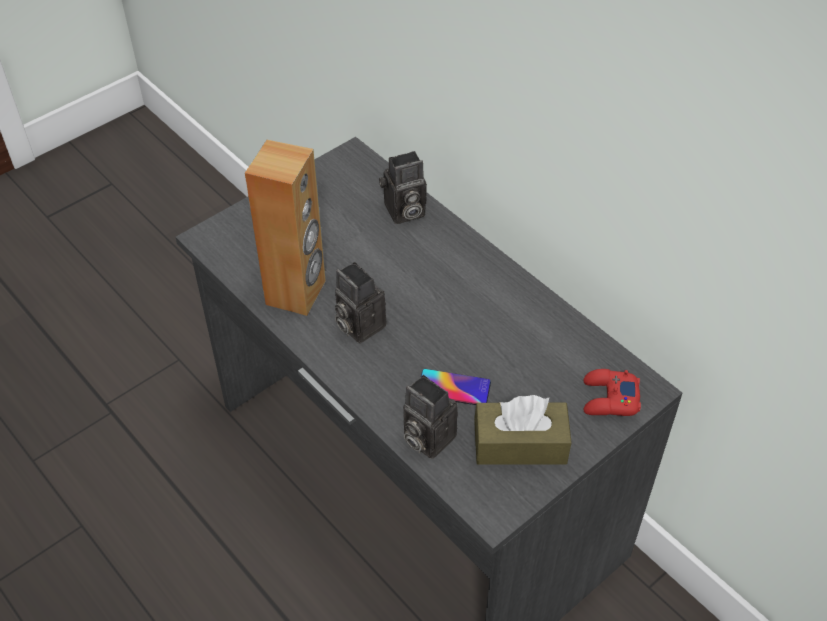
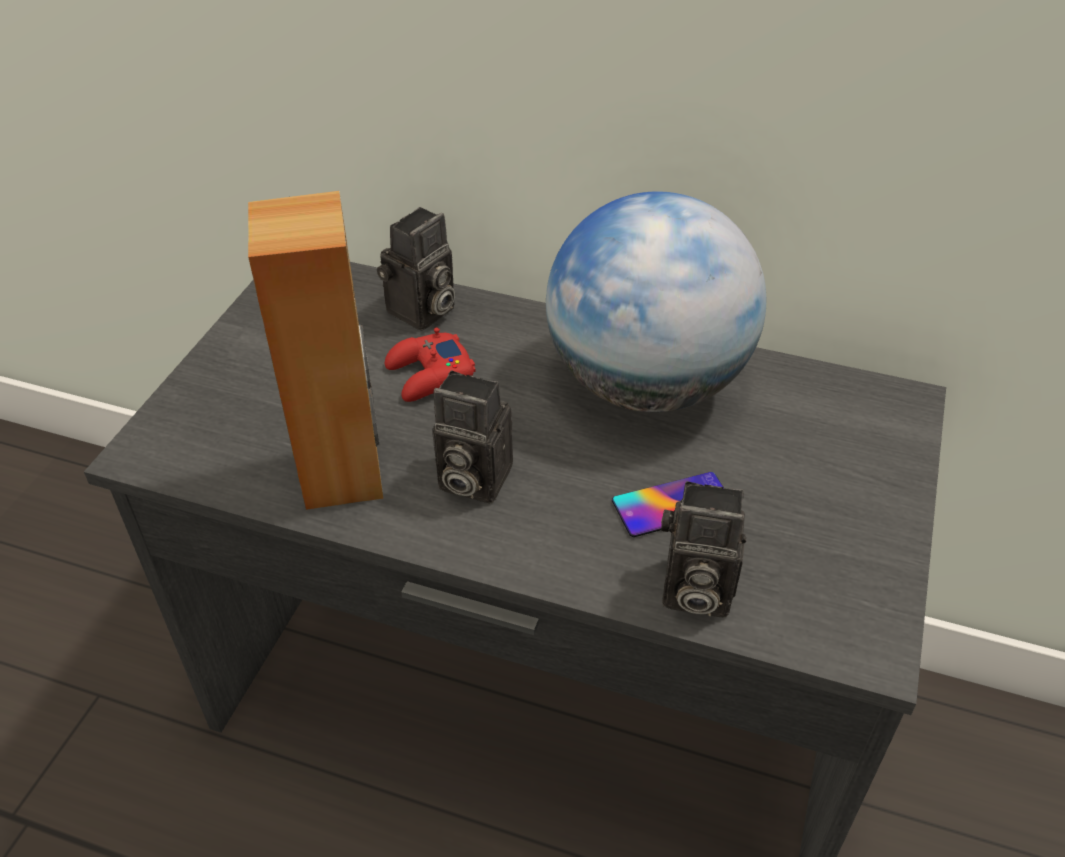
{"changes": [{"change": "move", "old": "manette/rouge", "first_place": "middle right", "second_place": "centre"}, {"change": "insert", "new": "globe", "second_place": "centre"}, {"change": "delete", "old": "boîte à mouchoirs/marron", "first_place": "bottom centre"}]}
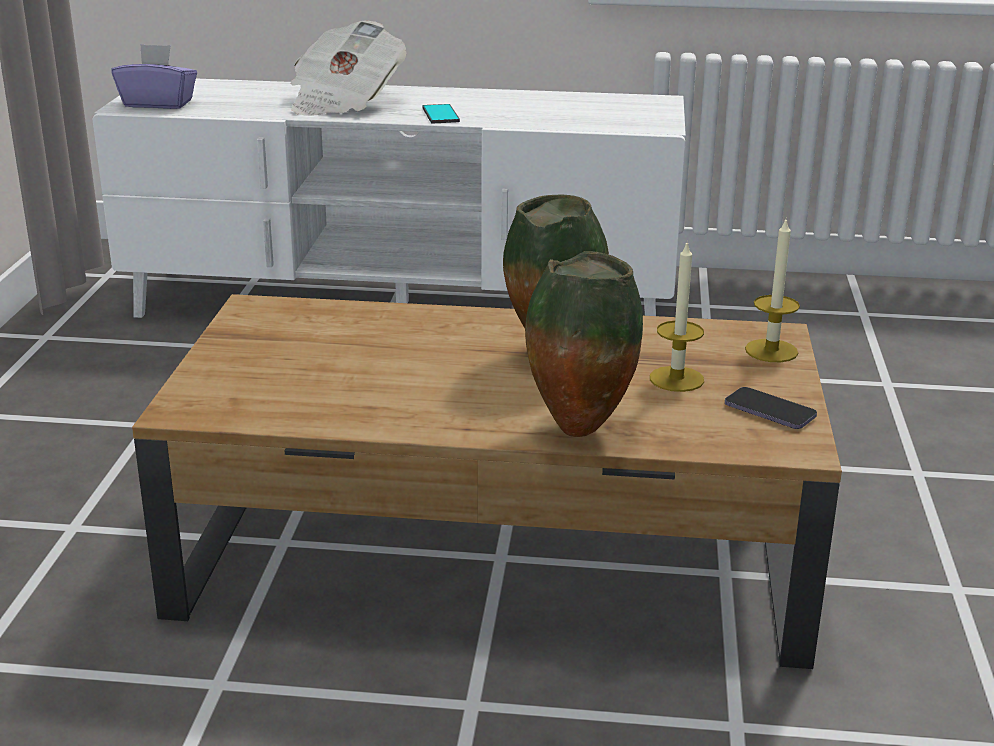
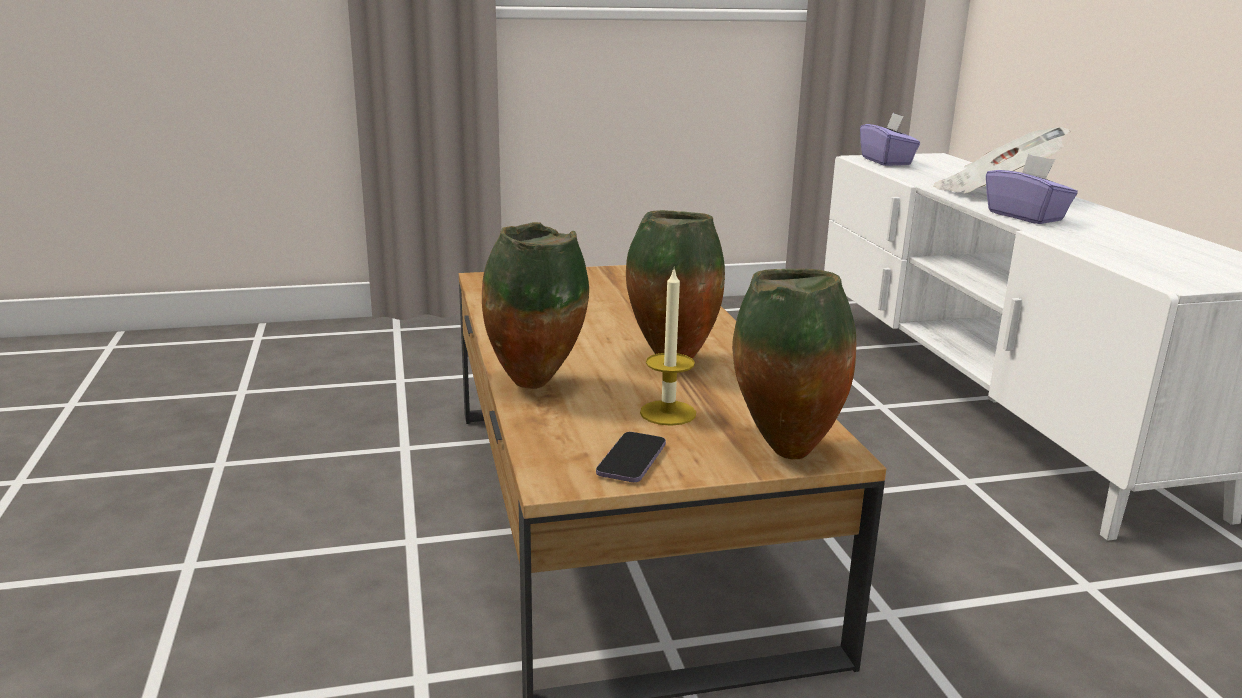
{"changes": [{"change": "replace", "old": "bougie (2nd from left)", "new": "vase (3rd from left)", "first_place": "middle right", "second_place": "centre"}, {"change": "replace", "old": "téléphone (1st from left)", "new": "boîte à mouchoirs/violet (2nd from left)", "first_place": "top centre", "second_place": "top right"}]}
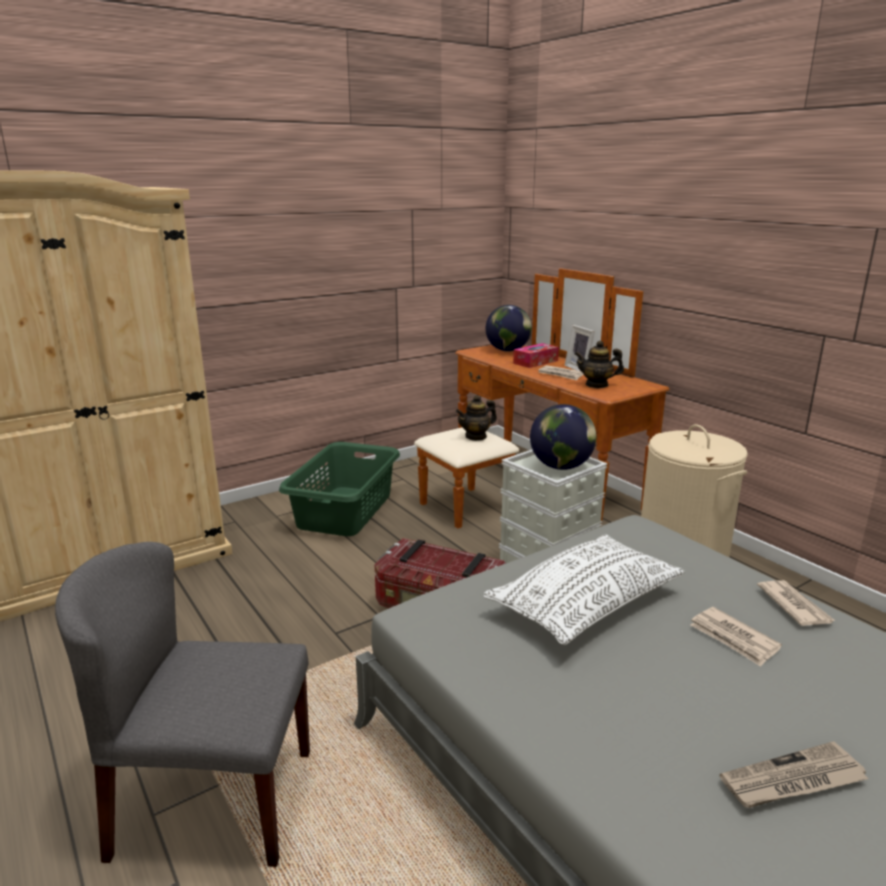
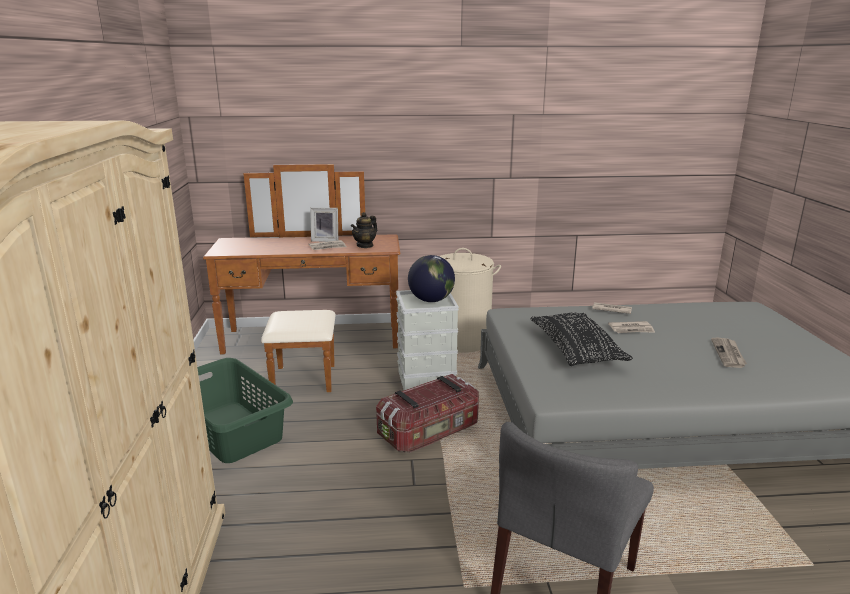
{"changes": [{"change": "recolor", "old": "coussin/blanc", "new": "coussin/noir", "first_place": "centre", "second_place": "middle right"}, {"change": "delete", "old": "théière (1st from left)", "first_place": "centre"}, {"change": "delete", "old": "globe (1st from left)", "first_place": "centre"}, {"change": "delete", "old": "boîte à mouchoirs", "first_place": "centre"}]}
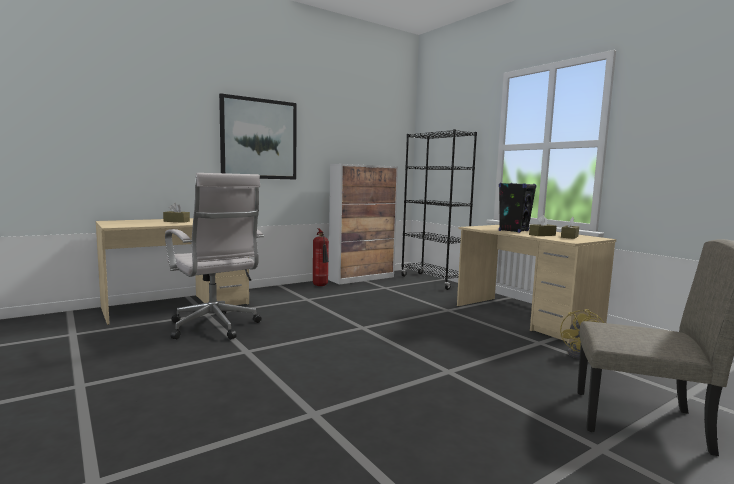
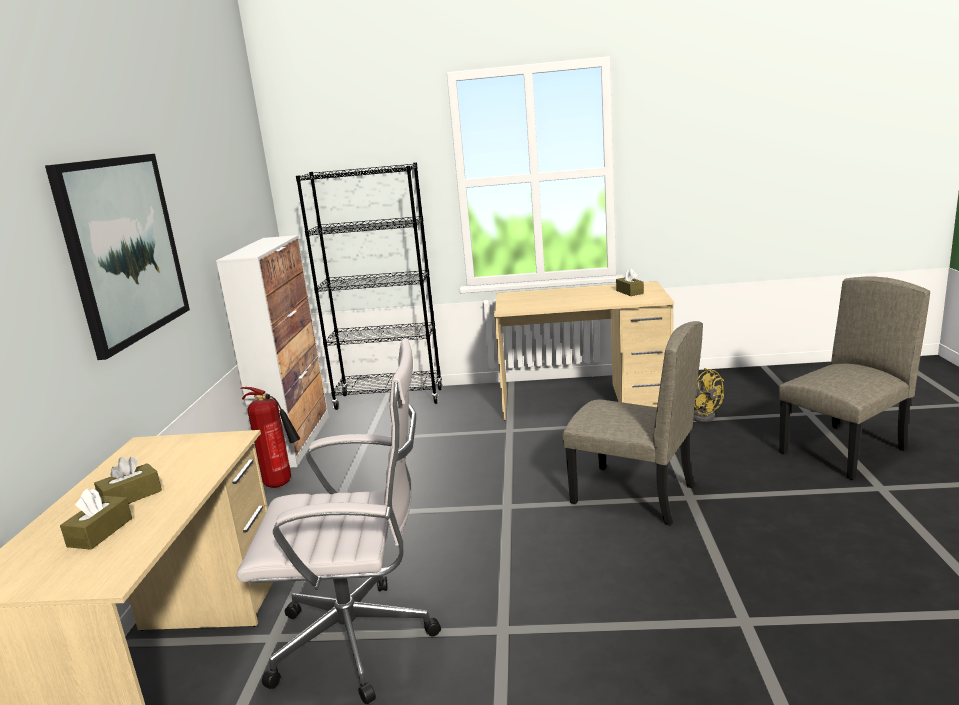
{"changes": [{"change": "move", "old": "boîte à mouchoirs/marron (2nd from left in the first image)", "new": "boîte à mouchoirs/marron (1st from left)", "first_place": "middle right", "second_place": "bottom left"}, {"change": "insert", "new": "chaise/beige (1st from left)", "second_place": "centre"}, {"change": "delete", "old": "enceinte/noir", "first_place": "middle right"}]}
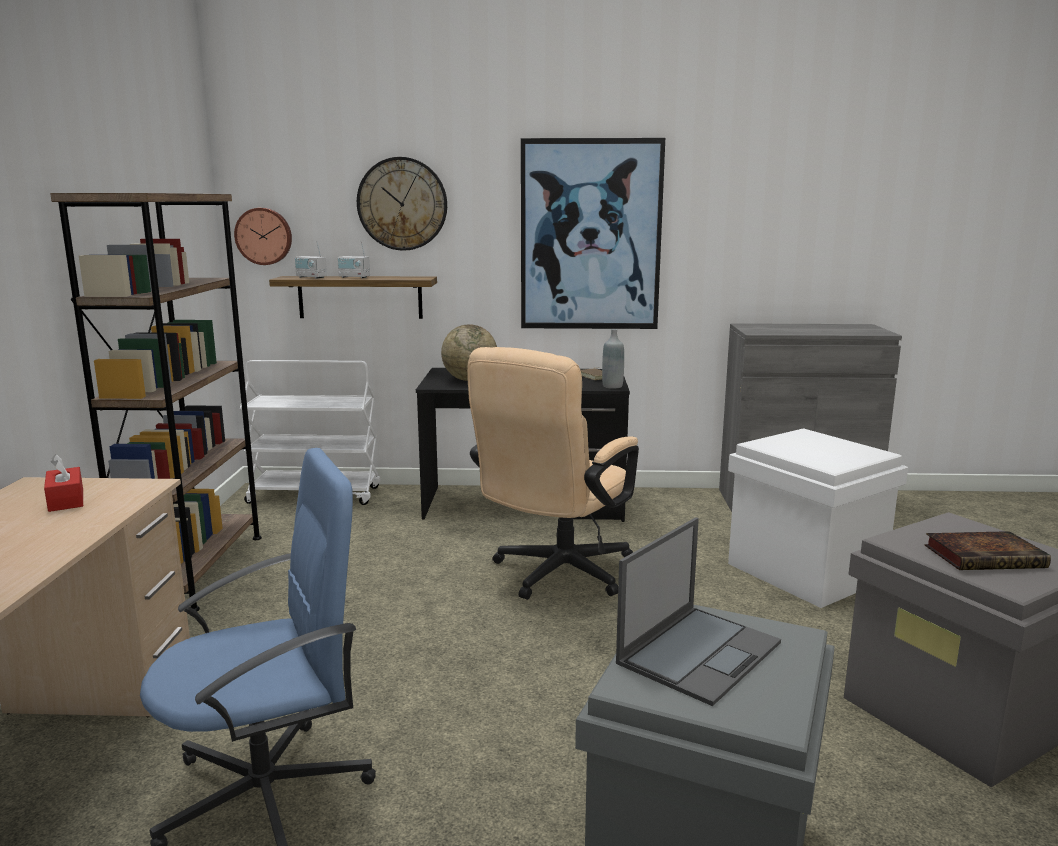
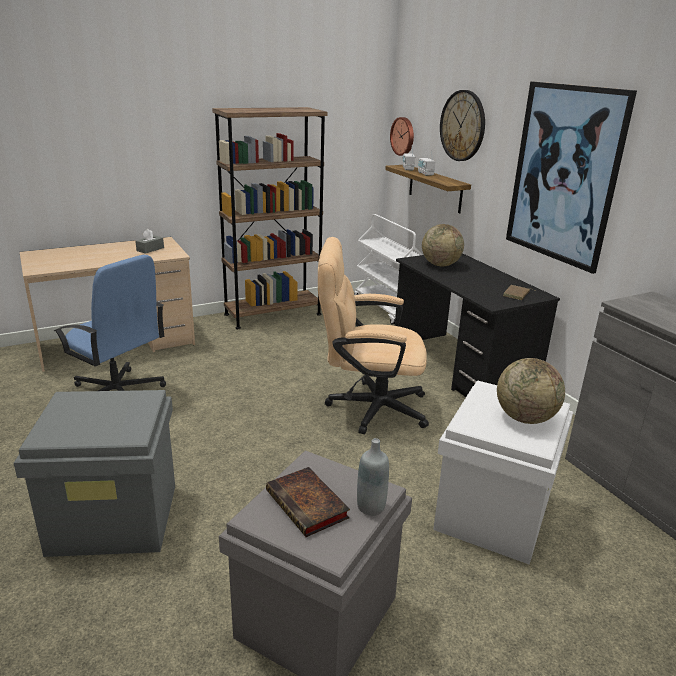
{"changes": [{"change": "recolor", "old": "boîte à mouchoirs/rouge", "new": "boîte à mouchoirs/gris", "first_place": "middle left", "second_place": "middle left"}, {"change": "move", "old": "bouteille/gris", "first_place": "centre", "second_place": "bottom centre"}, {"change": "insert", "new": "globe (2nd from left)", "second_place": "middle right"}, {"change": "delete", "old": "ordinateur portable", "first_place": "bottom centre"}]}
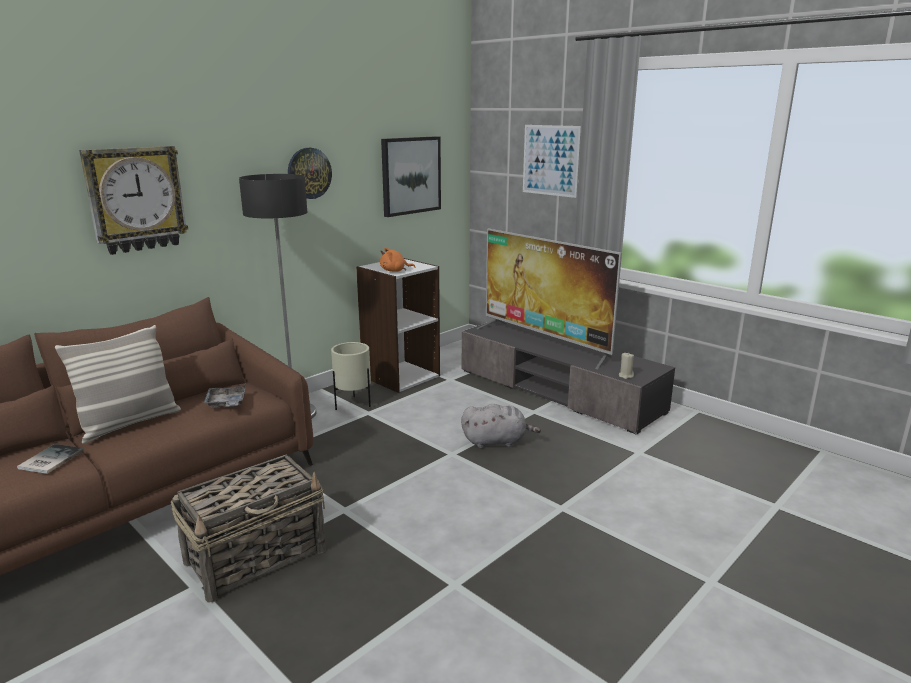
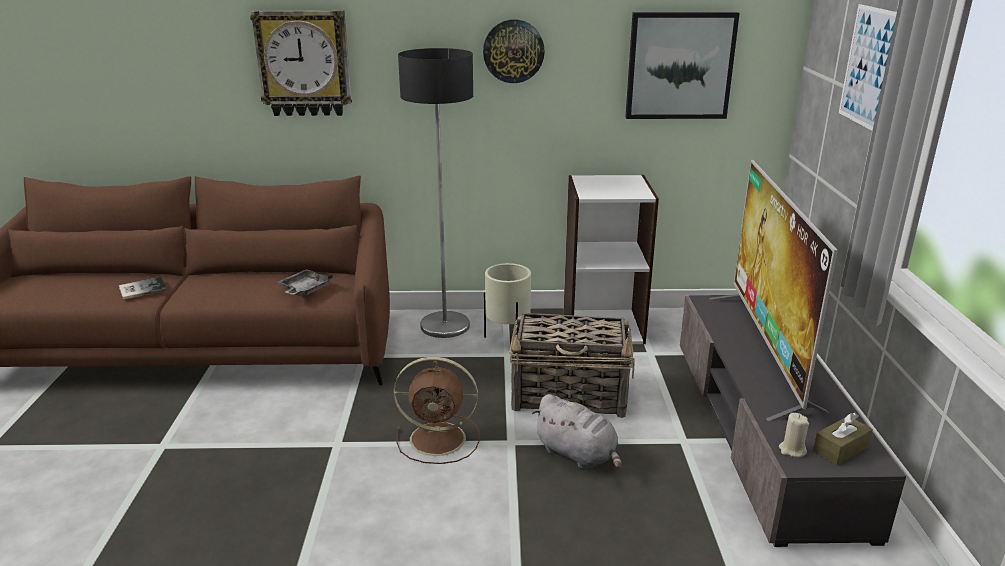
{"changes": [{"change": "insert", "new": "ventilateur/marron", "second_place": "bottom centre"}, {"change": "move", "old": "panier", "first_place": "bottom left", "second_place": "centre"}, {"change": "insert", "new": "boîte à mouchoirs/marron", "second_place": "bottom right"}, {"change": "delete", "old": "coussin", "first_place": "middle left"}, {"change": "delete", "old": "peluche/orange", "first_place": "centre"}]}
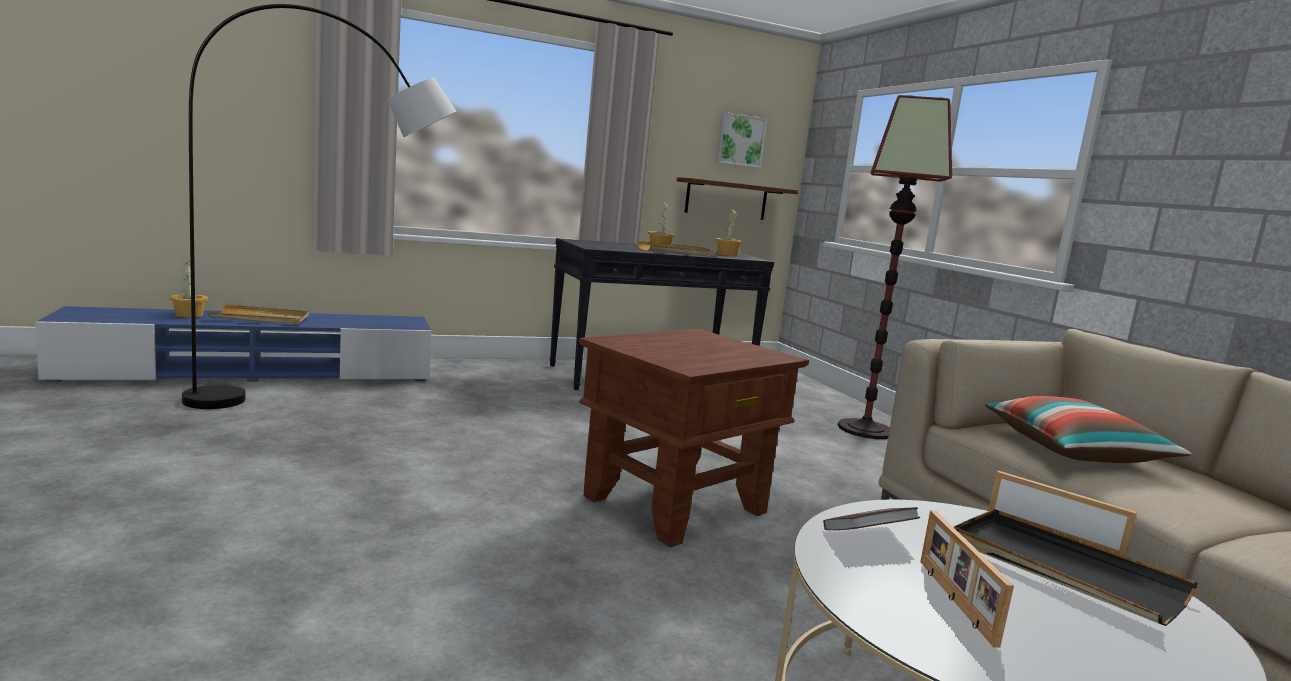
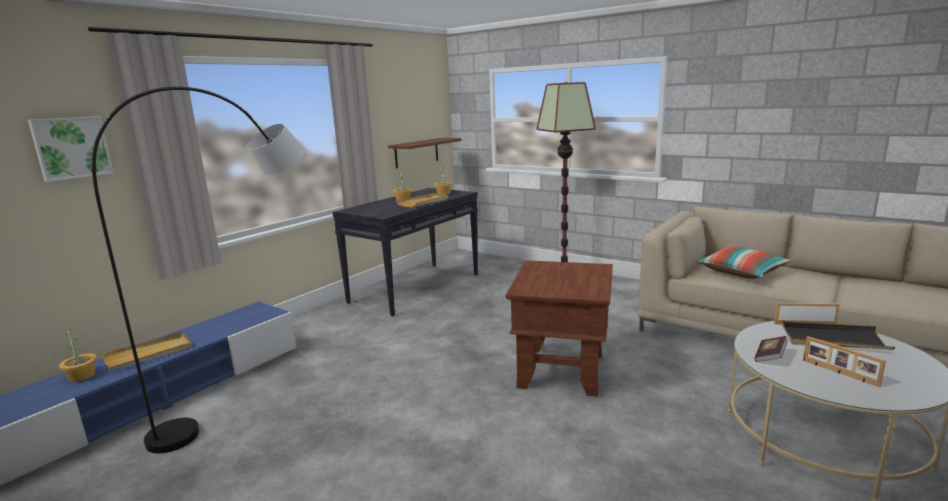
{"changes": [{"change": "move", "old": "tableau", "first_place": "top centre", "second_place": "top left"}]}
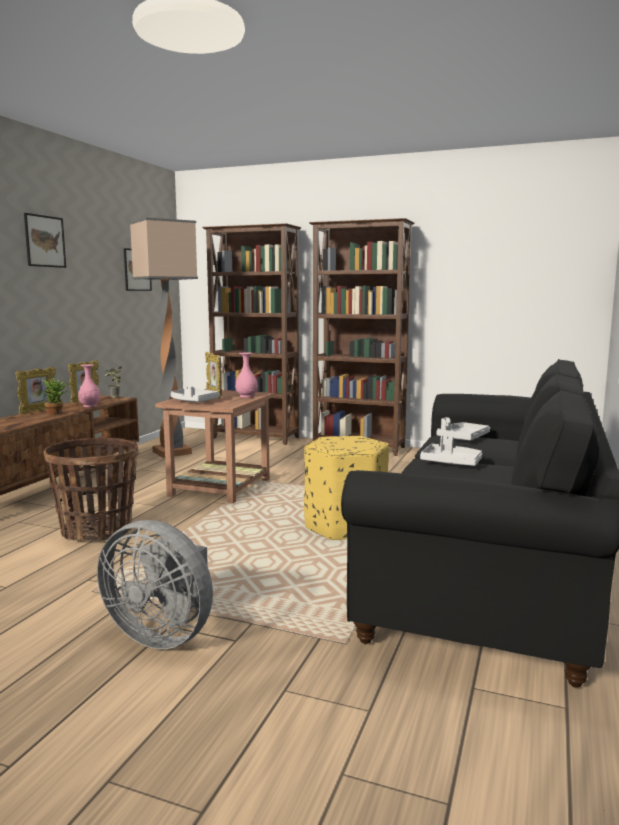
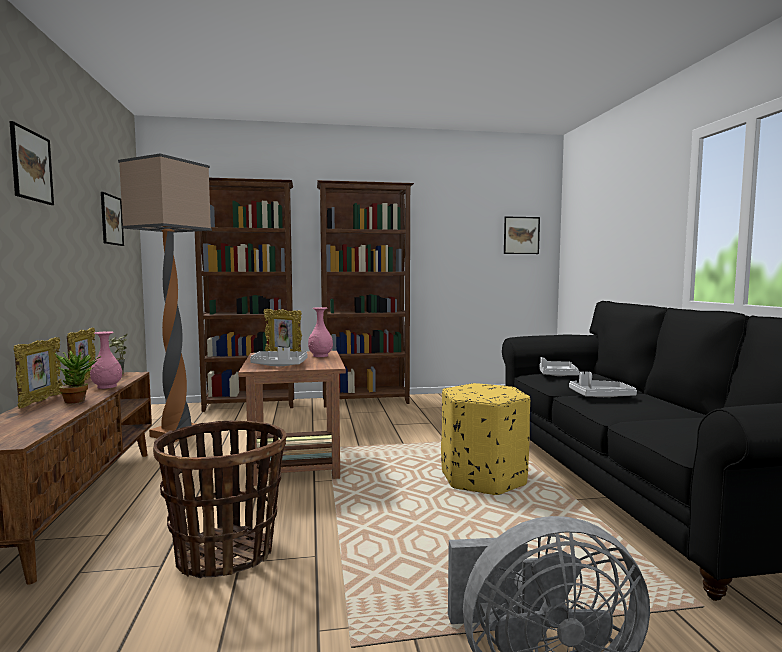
{"changes": [{"change": "insert", "new": "tableau (3rd from left)", "second_place": "middle right"}]}
